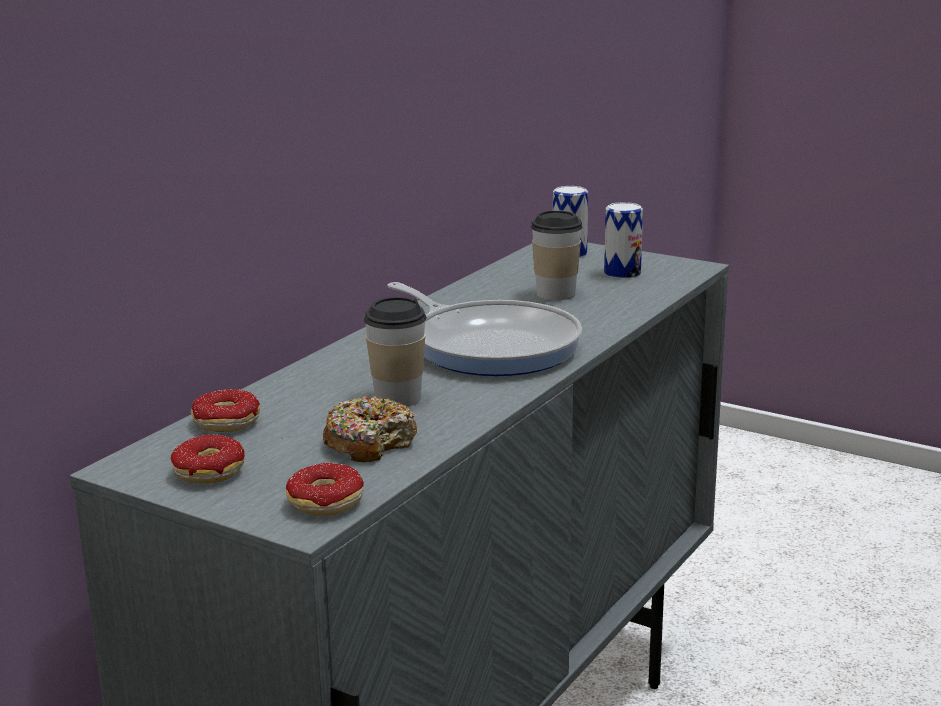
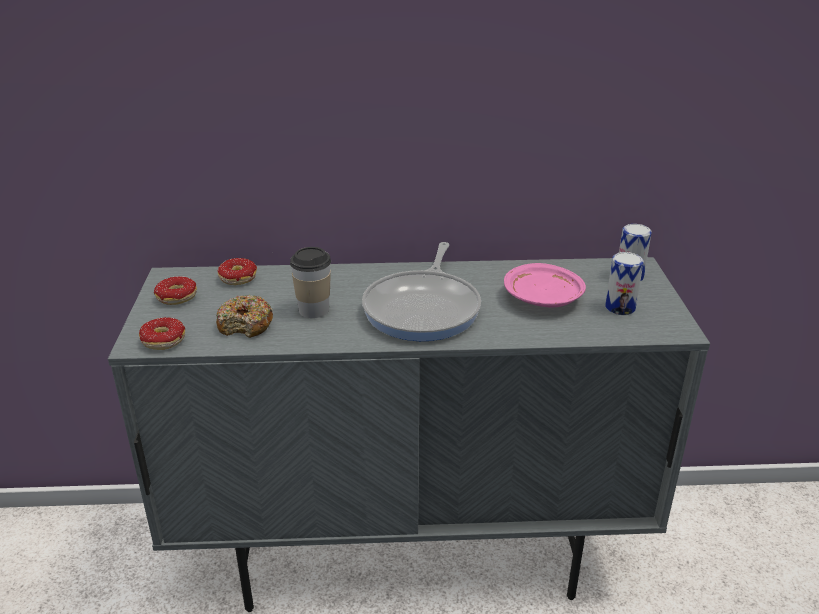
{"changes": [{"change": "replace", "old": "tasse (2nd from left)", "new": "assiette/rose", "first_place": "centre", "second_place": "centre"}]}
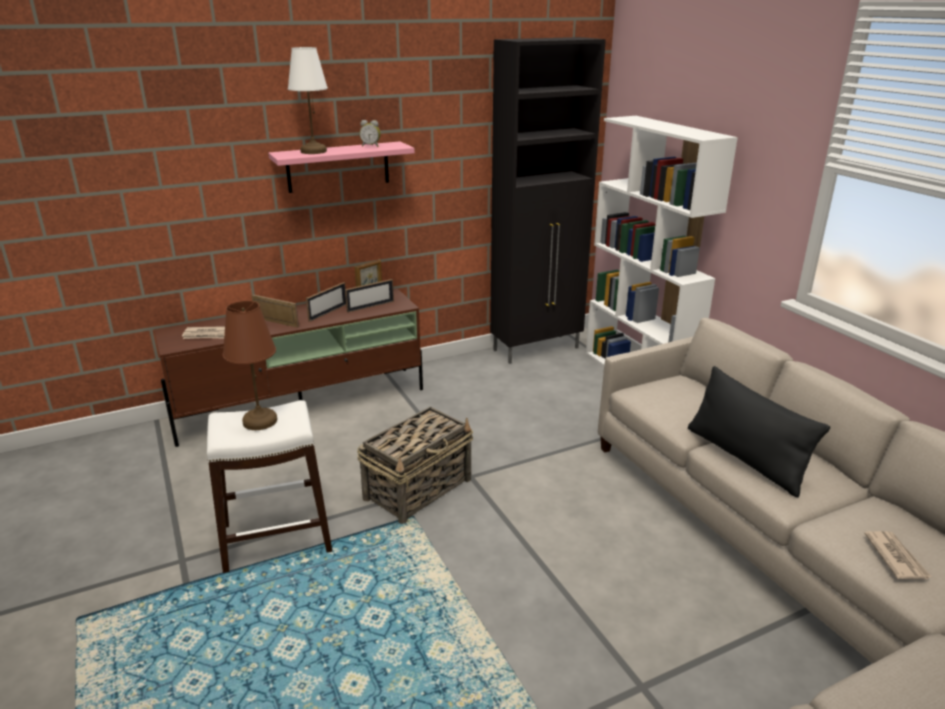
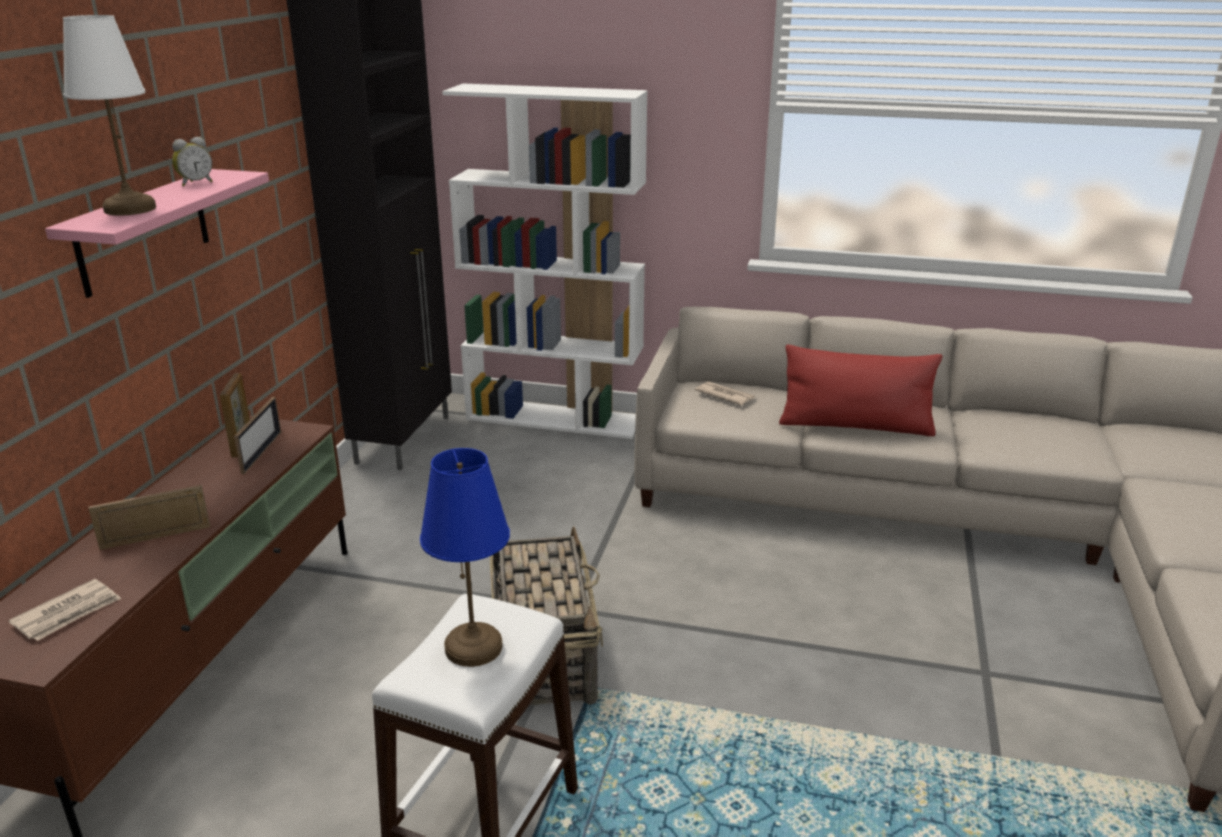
{"changes": [{"change": "recolor", "old": "lampe de table/marron", "new": "lampe de table/bleu", "first_place": "middle left", "second_place": "centre"}, {"change": "move", "old": "journal (2nd from left)", "first_place": "bottom right", "second_place": "centre"}, {"change": "recolor", "old": "coussin/noir", "new": "coussin/rouge", "first_place": "middle right", "second_place": "middle right"}, {"change": "delete", "old": "cadre photo (2nd from left)", "first_place": "centre"}]}
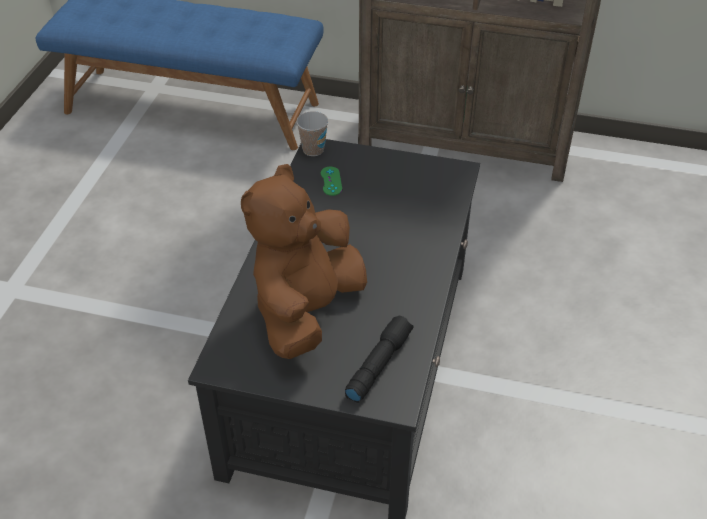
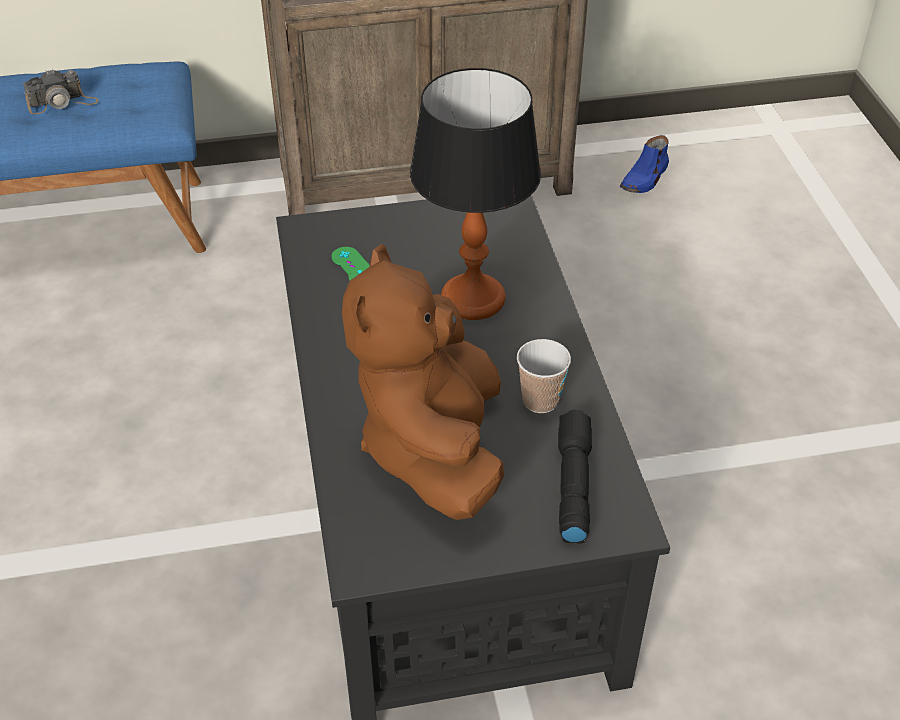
{"changes": [{"change": "insert", "new": "appareil photo", "second_place": "top left"}, {"change": "insert", "new": "lampe de table", "second_place": "top centre"}, {"change": "move", "old": "tasse", "first_place": "top centre", "second_place": "centre"}, {"change": "insert", "new": "chaussure/bleu", "second_place": "top right"}]}
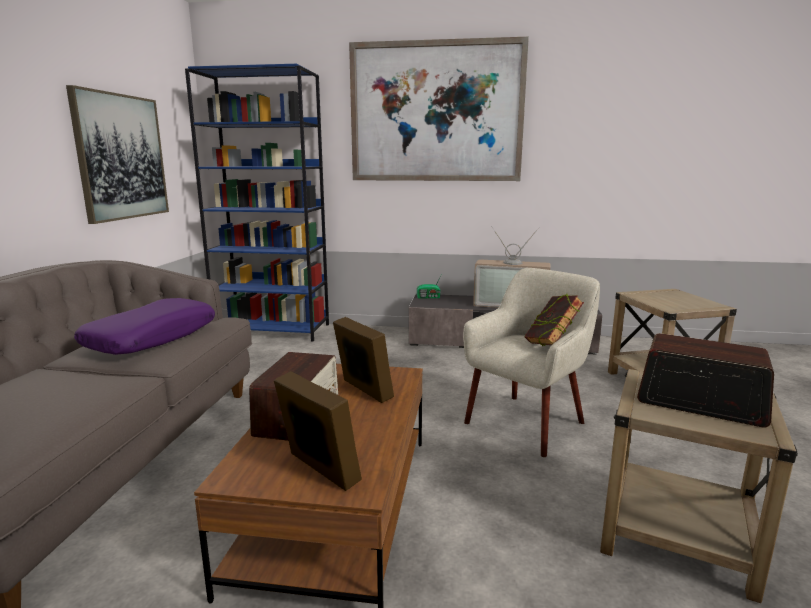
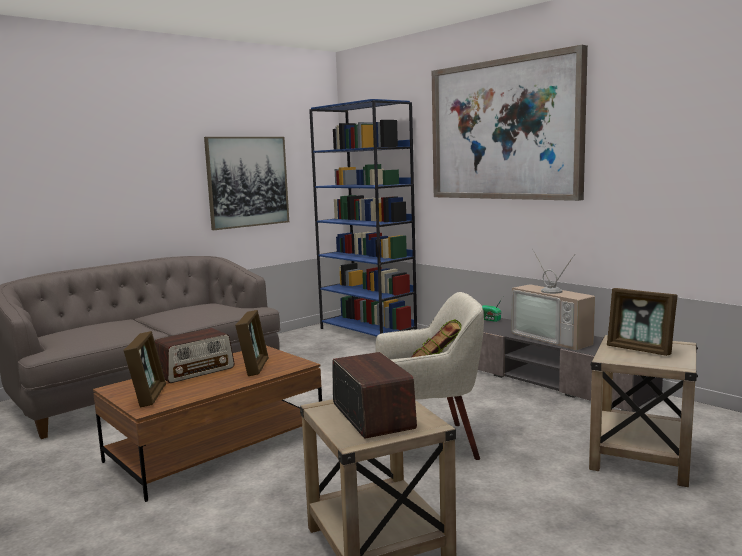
{"changes": [{"change": "insert", "new": "cadre photo (3rd from left)", "second_place": "middle right"}, {"change": "delete", "old": "coussin/violet", "first_place": "middle left"}]}
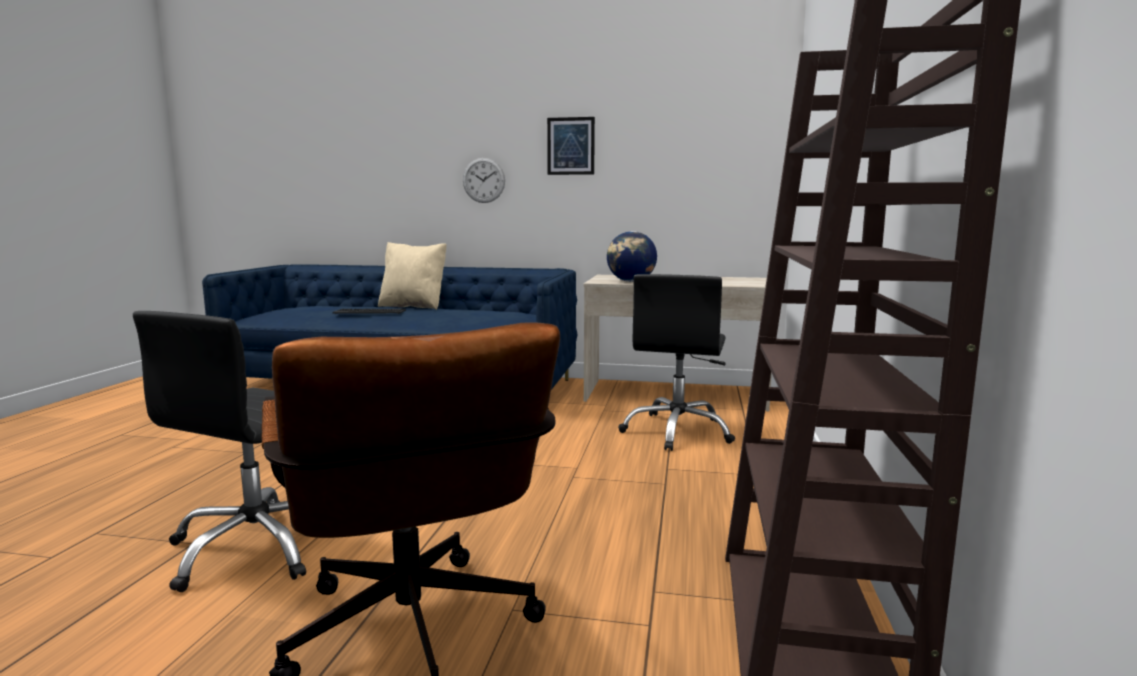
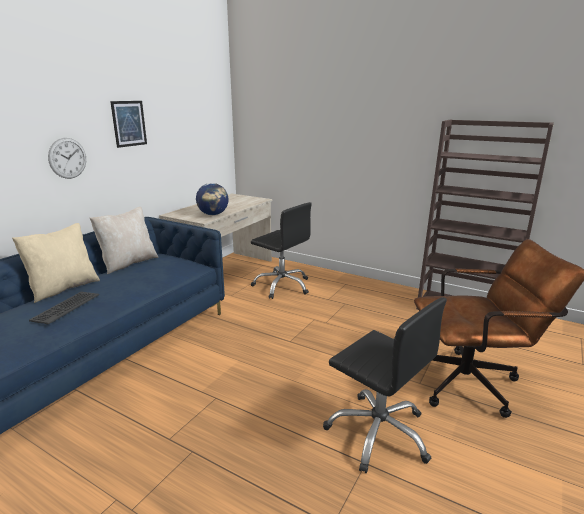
{"changes": [{"change": "insert", "new": "coussin/beige (2nd from left)", "second_place": "middle left"}]}
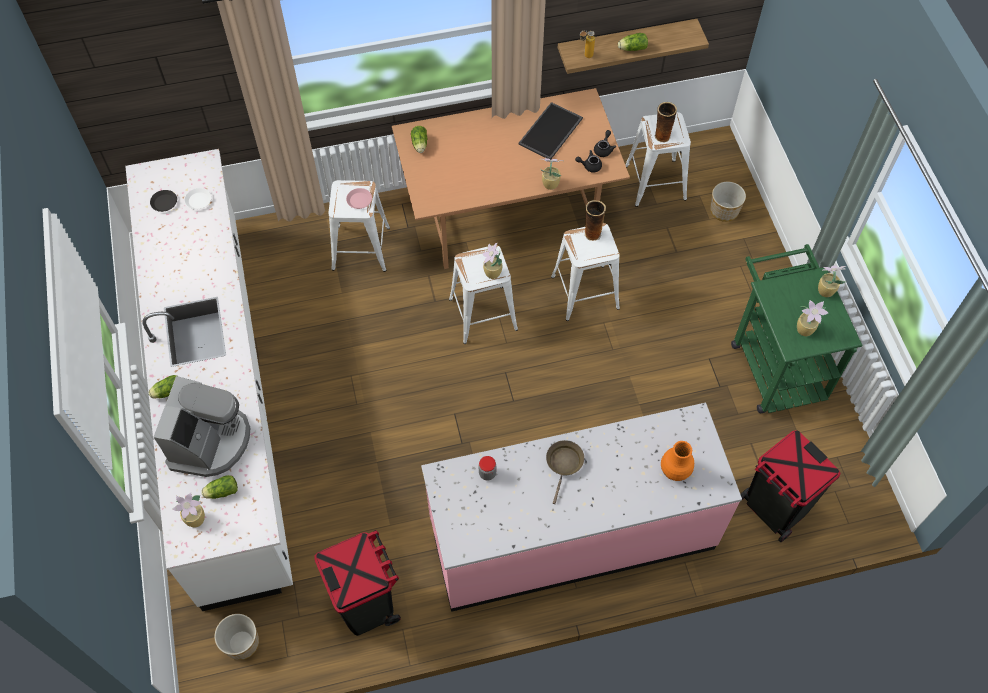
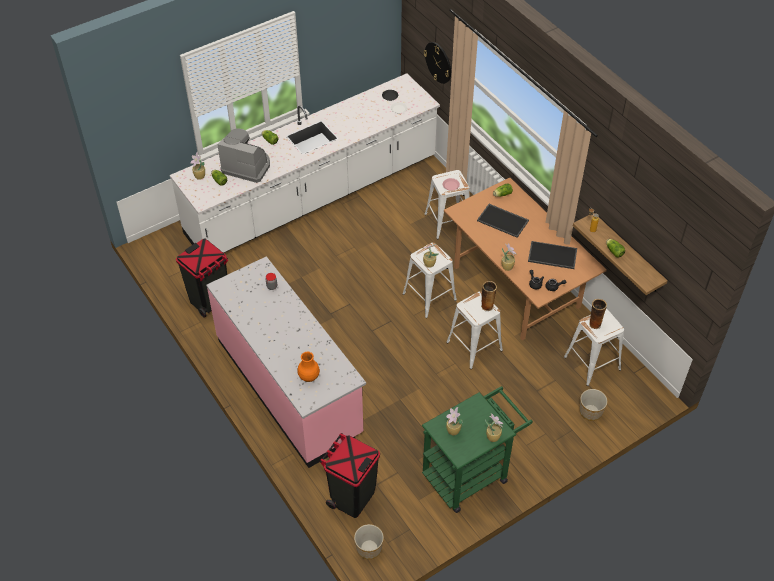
{"changes": [{"change": "rotate", "old": "machine à café", "first_place": "middle left", "second_place": "top left", "degrees": -150}, {"change": "move", "old": "cache-pot (1st from left)", "first_place": "bottom left", "second_place": "bottom centre"}, {"change": "insert", "new": "horloge murale", "second_place": "top centre"}, {"change": "insert", "new": "plateau (1st from left)", "second_place": "centre"}, {"change": "delete", "old": "poêle/marron", "first_place": "bottom centre"}]}
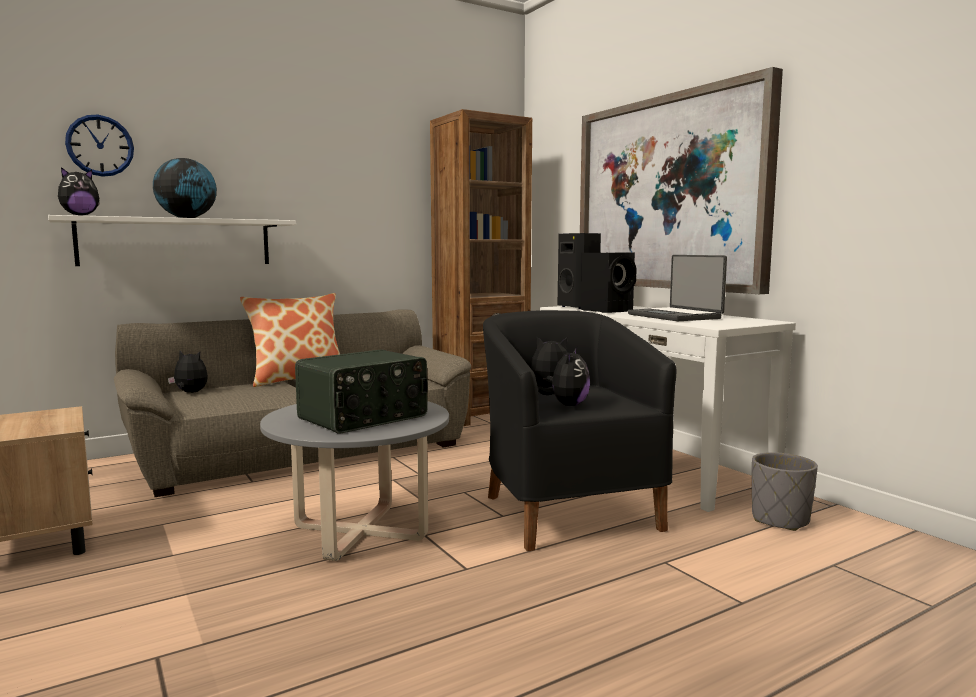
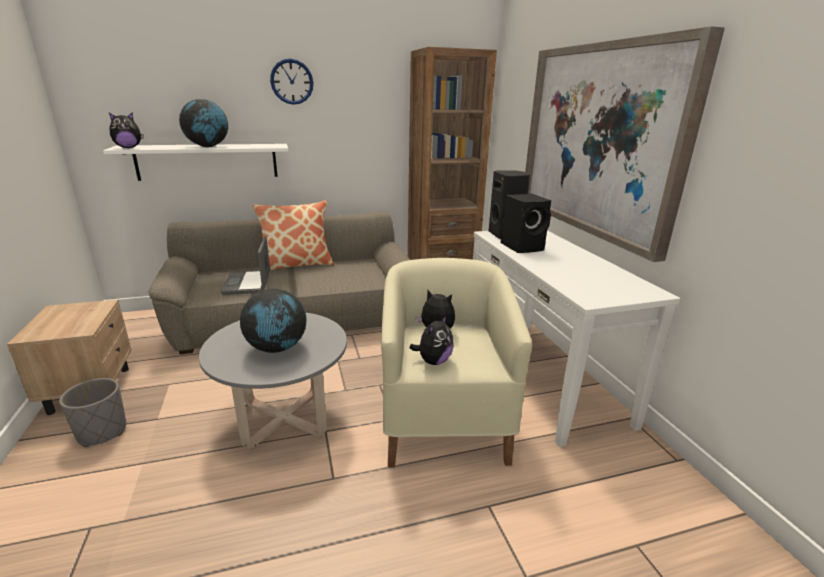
{"changes": [{"change": "move", "old": "cache-pot/gris", "first_place": "bottom right", "second_place": "bottom left"}, {"change": "move", "old": "ordinateur portable", "first_place": "middle right", "second_place": "middle left"}, {"change": "replace", "old": "radio", "new": "globe (2nd from left)", "first_place": "centre", "second_place": "middle left"}, {"change": "move", "old": "horloge murale", "first_place": "top left", "second_place": "top centre"}, {"change": "recolor", "old": "fauteuil/noir", "new": "fauteuil/beige", "first_place": "centre", "second_place": "centre"}, {"change": "delete", "old": "peluche (2nd from left)", "first_place": "middle left"}]}
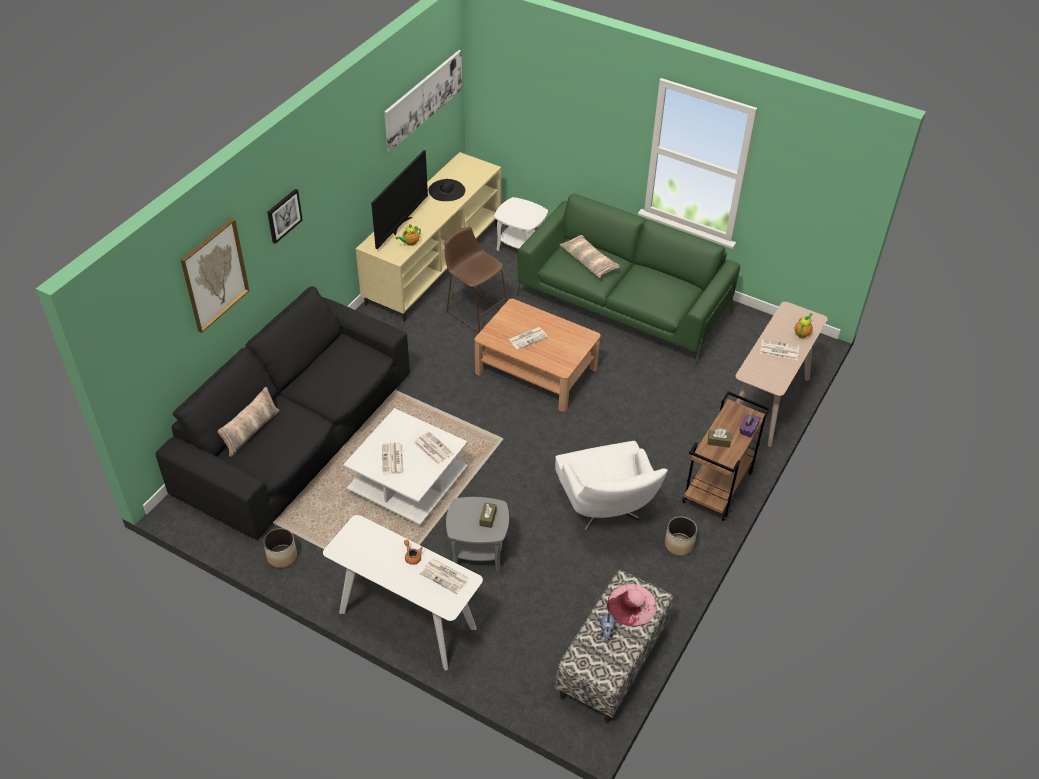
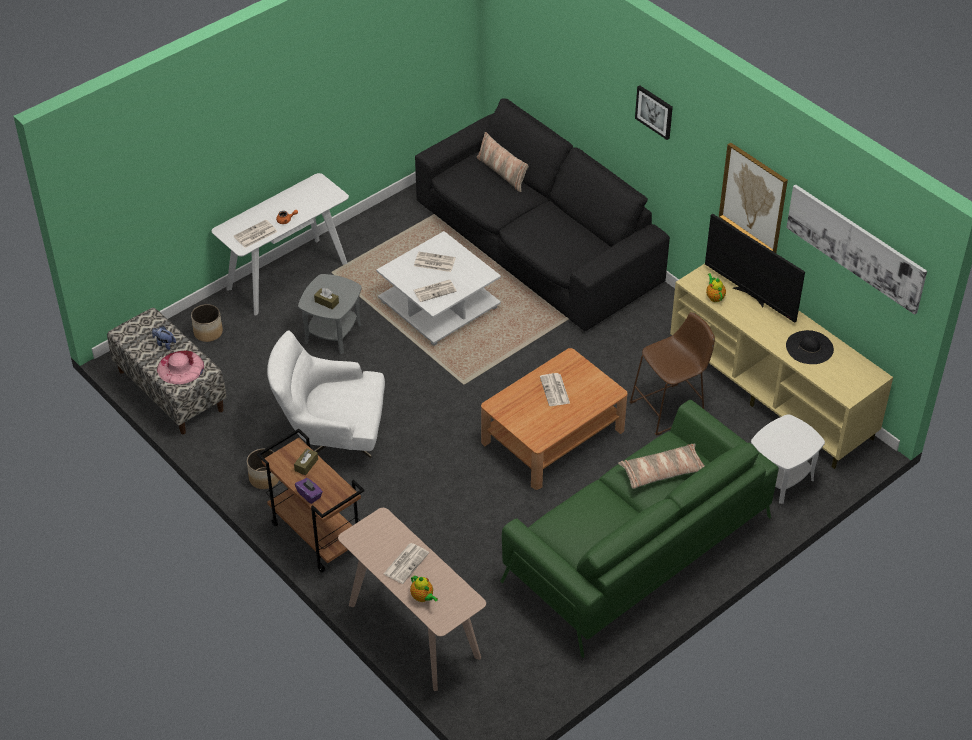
{"changes": [{"change": "move", "old": "cache-pot (1st from left)", "first_place": "bottom left", "second_place": "middle left"}, {"change": "move", "old": "tableau (1st from left in the first image)", "new": "tableau (2nd from left)", "first_place": "middle left", "second_place": "top right"}]}
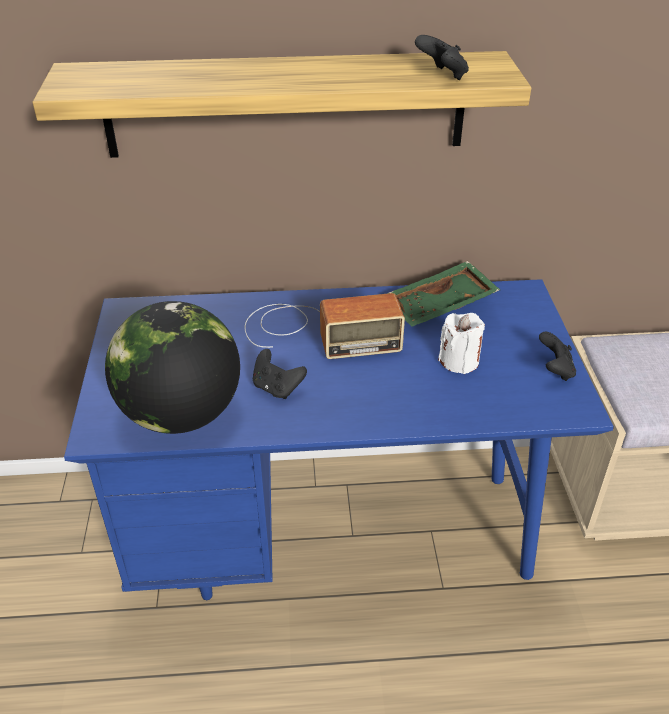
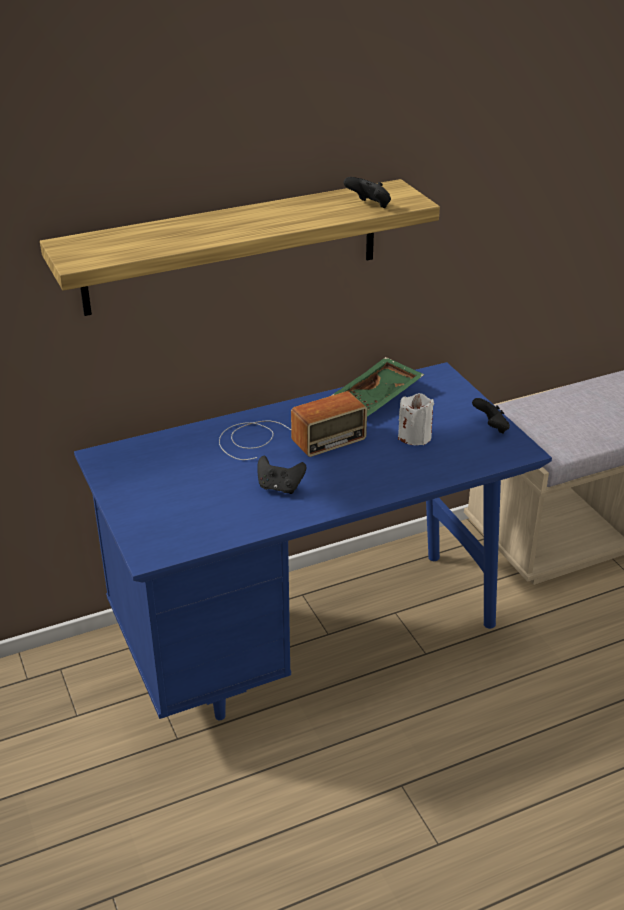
{"changes": [{"change": "delete", "old": "globe", "first_place": "middle left"}]}
